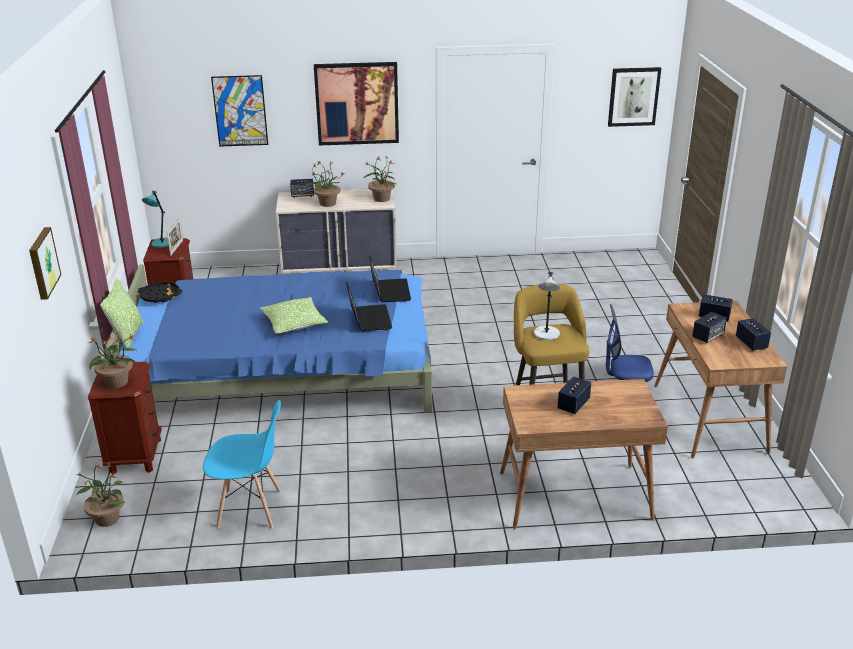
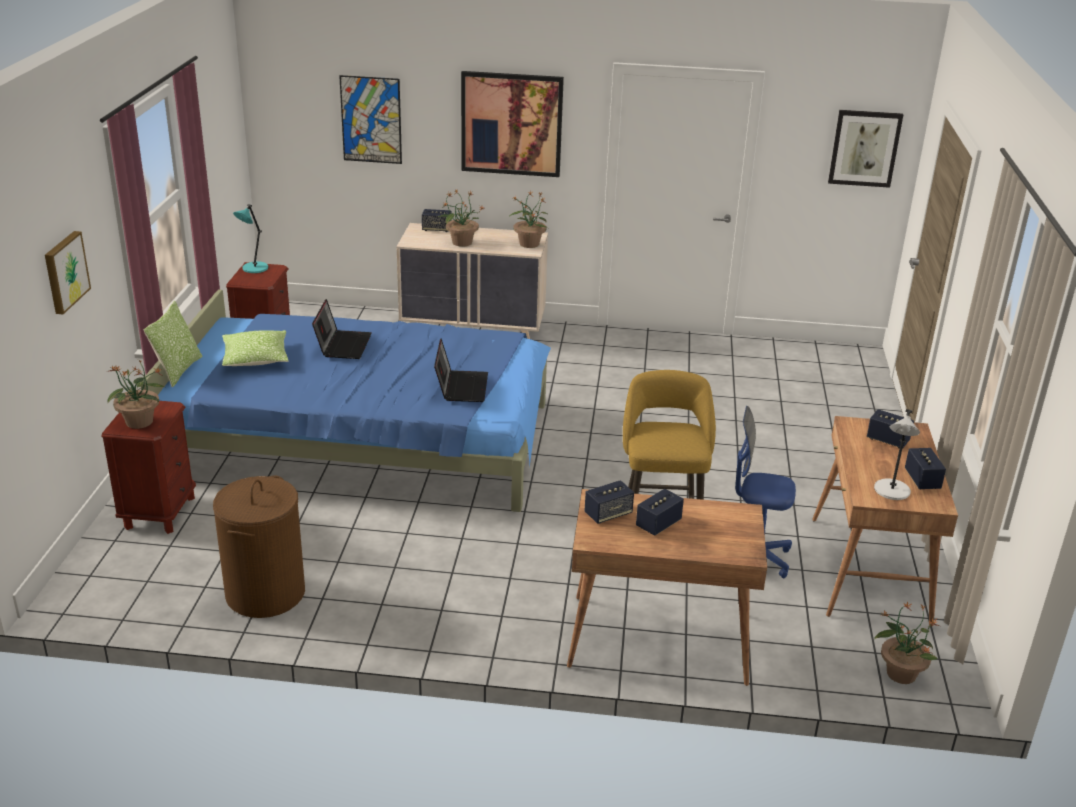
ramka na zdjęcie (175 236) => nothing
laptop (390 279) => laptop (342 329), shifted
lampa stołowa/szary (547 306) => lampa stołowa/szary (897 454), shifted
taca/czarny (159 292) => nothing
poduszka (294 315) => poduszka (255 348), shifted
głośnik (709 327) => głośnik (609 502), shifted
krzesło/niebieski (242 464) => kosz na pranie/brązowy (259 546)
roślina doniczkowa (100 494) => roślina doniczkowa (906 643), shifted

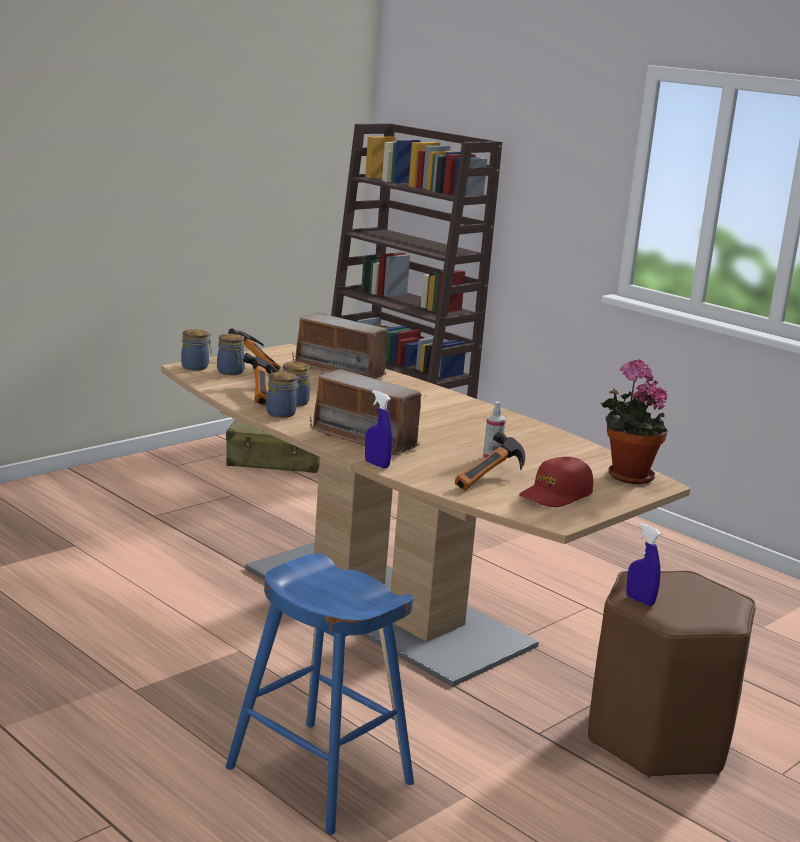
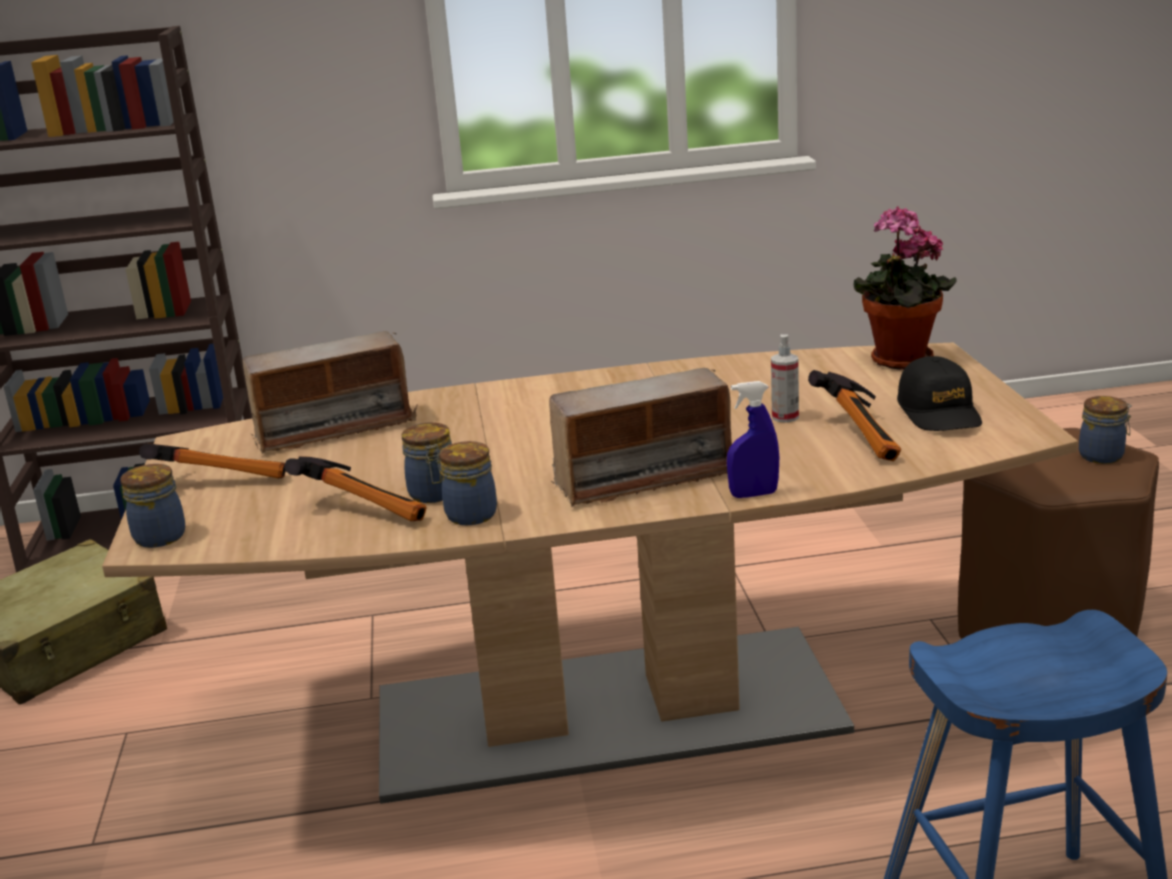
słoik (231 354) => słoik (1105 430), shifted
czapka z daszkiem/czerwony (556 482) => czapka z daszkiem/czarny (939 393)
spryskiwacz/niebieski (643 564) => nothing

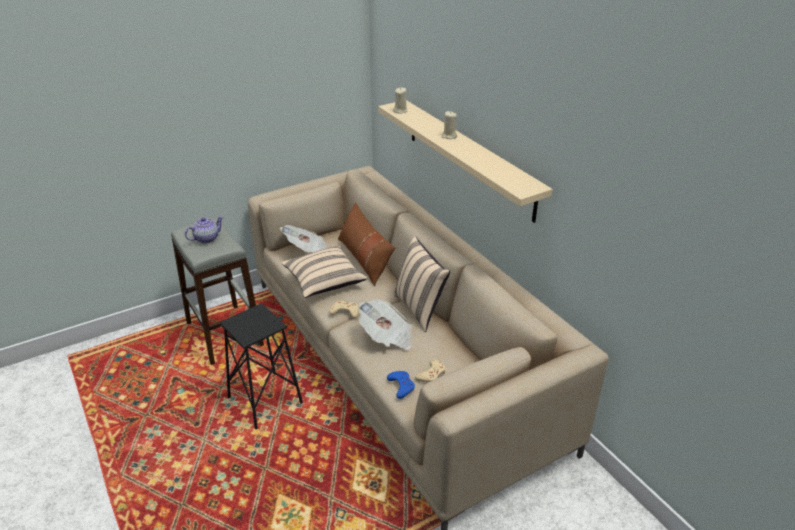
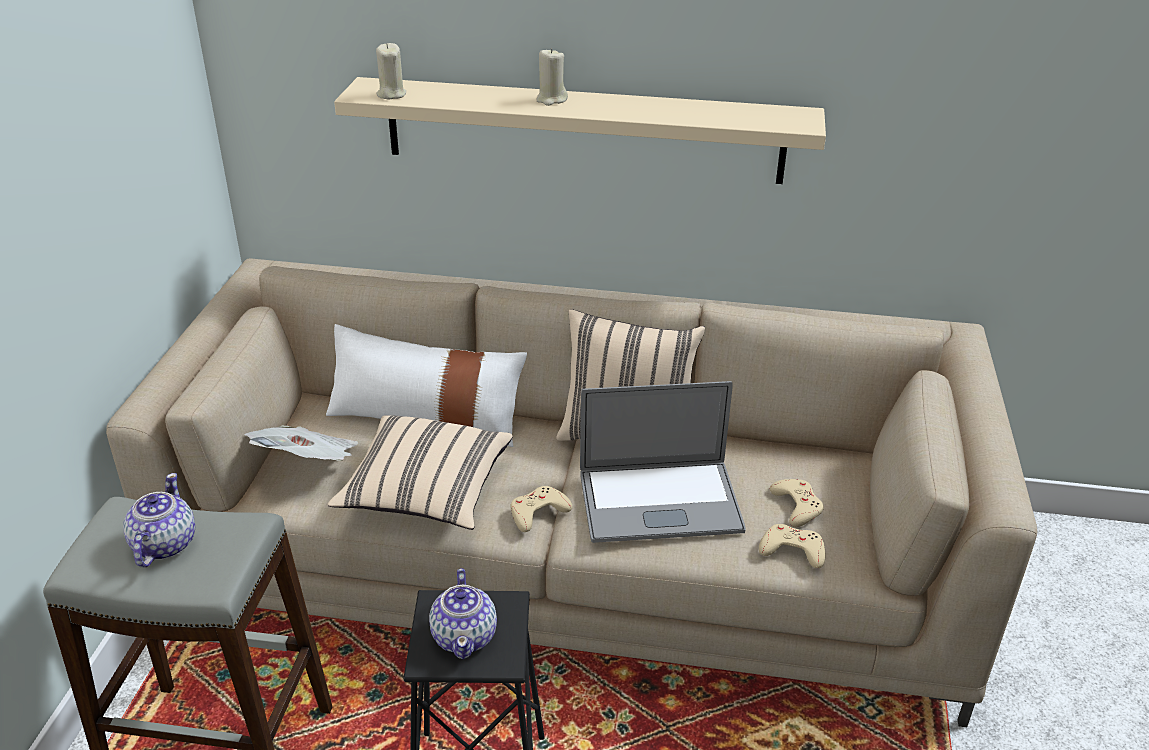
poduszka/brązowy (366 244) => poduszka/biały (426 385)
gazeta (385 324) => laptop (663 462)
pad do gier/niebieski (401 385) => pad do gier/beżowy (792 546)
nothing => imbryk (463 614)

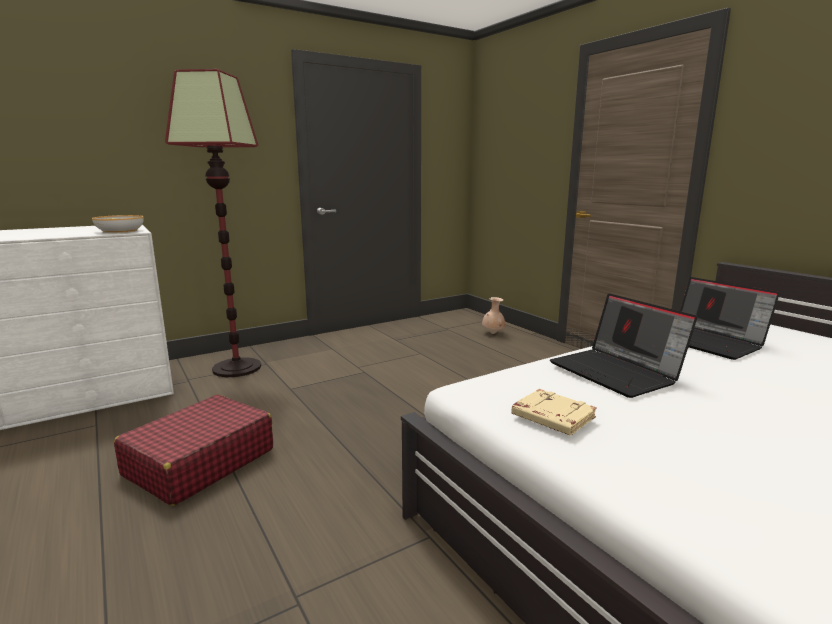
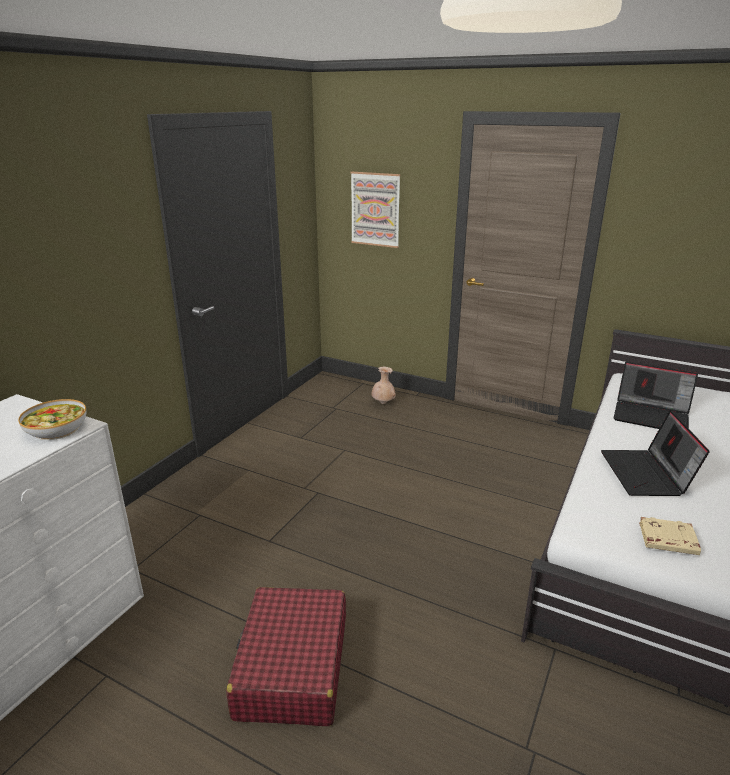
lampa stojąca (213 223) => nothing
laptop (623 345) => laptop (655 453), 60 degrees clockwise
nothing => obraz (375 210)

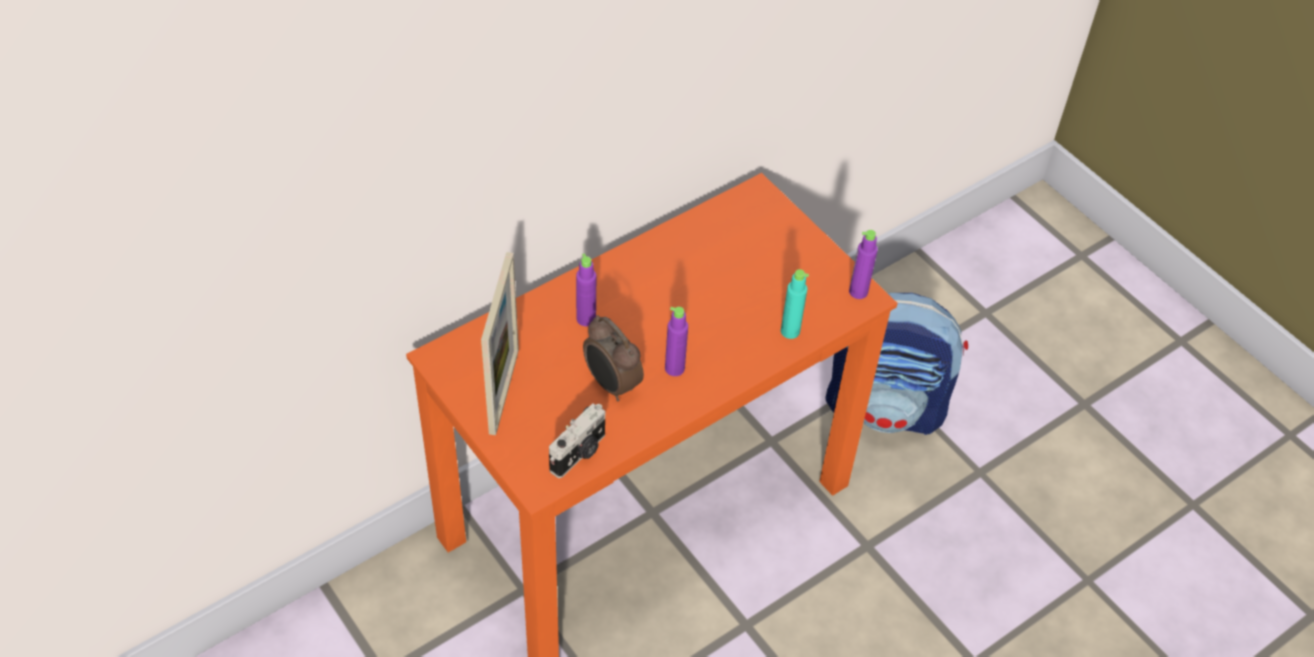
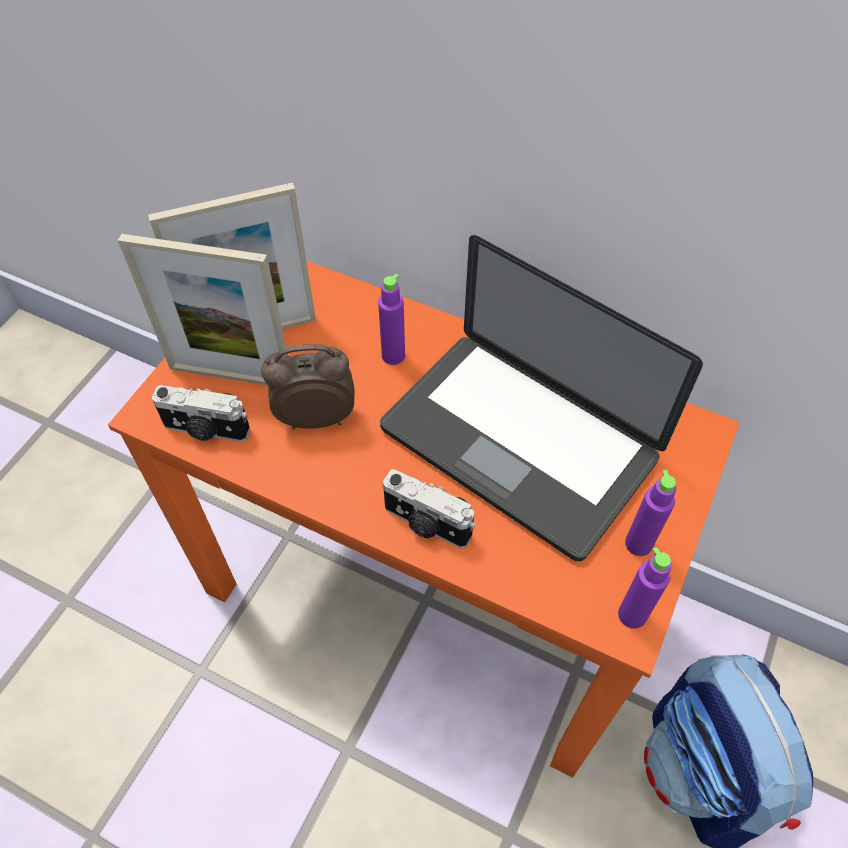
butelka/turkusowy (795 304) => nothing
butelka/fioletowy (676 341) => butelka/fioletowy (651 513), shifted
budzik (613 358) => budzik (308 387), 60 degrees clockwise
nothing => ramka na zdjęcie (203 310)
nothing => laptop (541 398)
nothing => aparat fotograficzny (429 508)

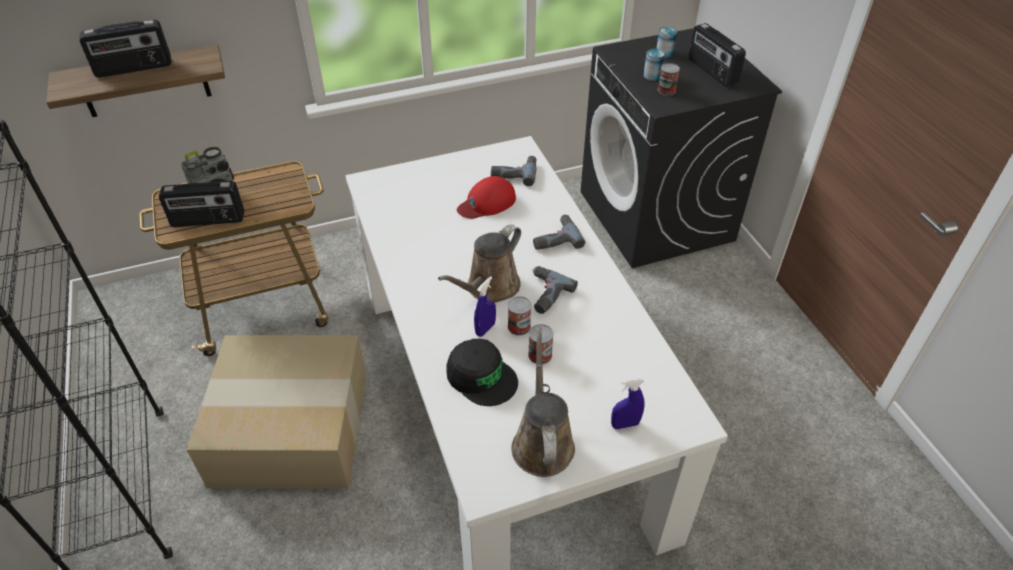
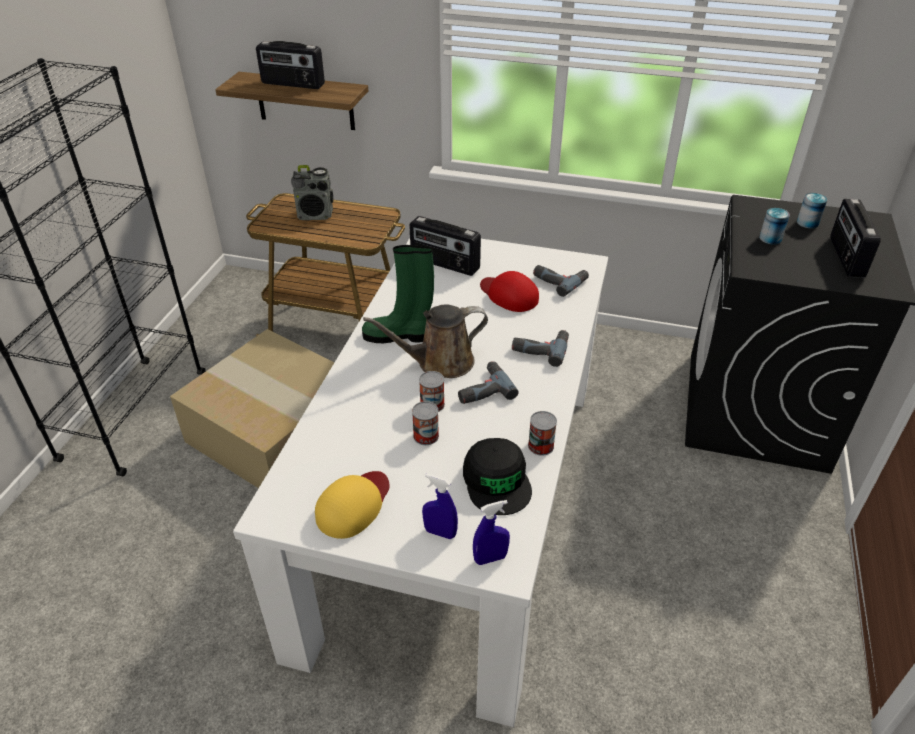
puszka (669 79) => puszka (542 433), shifted
czapka z daszkiem/czerwony (486 197) => czapka z daszkiem/czerwony (509 291), 45 degrees clockwise
radio (201 204) => radio (445 246), shifted
spryskiwacz/niebieski (485 306) => spryskiwacz/niebieski (491 532), shifted
konewka/brązowy (543 402) => czapka z daszkiem/żółty (352 505)
czapka z daszkiem/czarny (482 372) => czapka z daszkiem/czarny (497 476), shifted
nothing => but z cholewką/zielony (398 294)

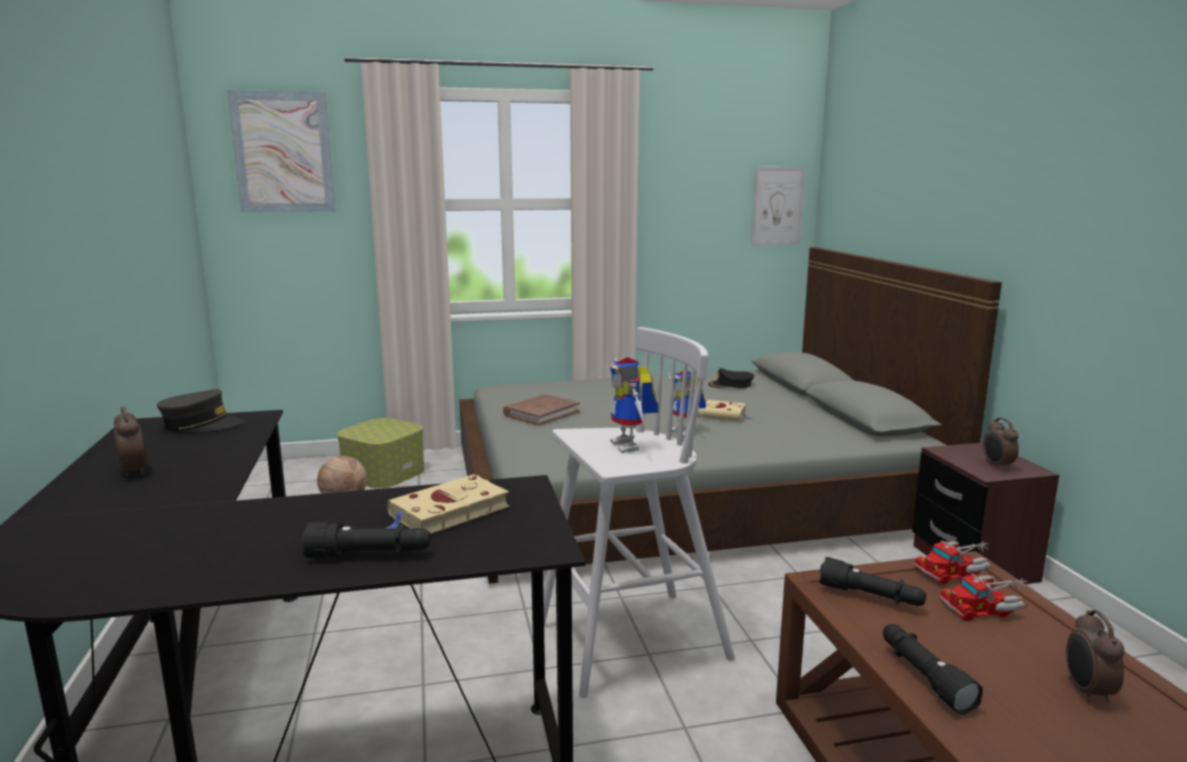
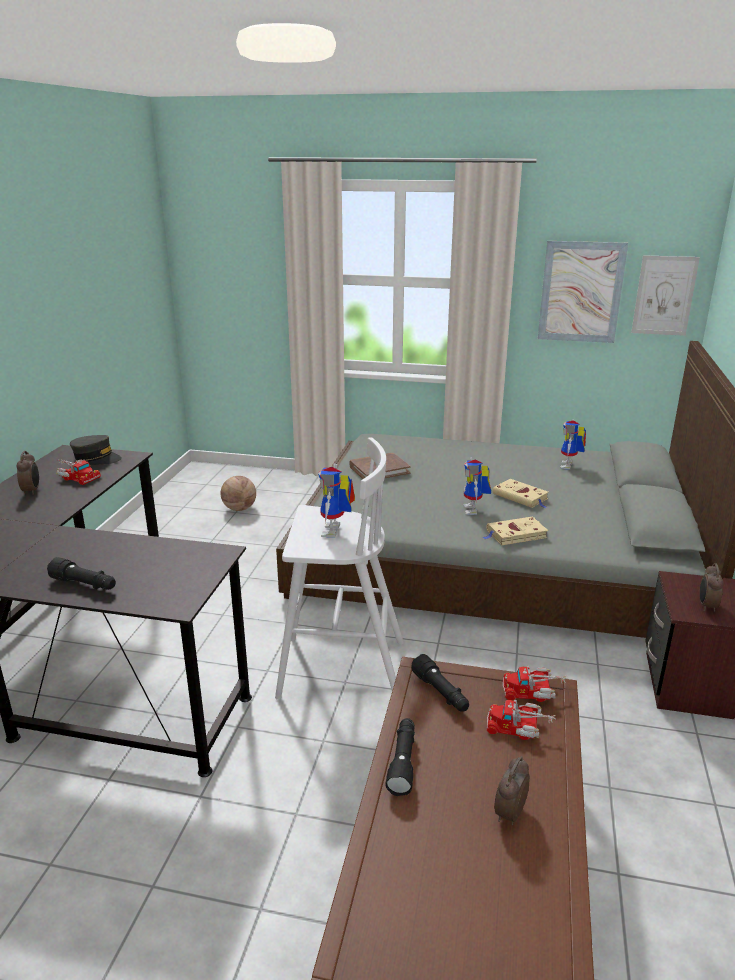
obraz (281 151) => obraz (583 292), shifted
czapka z daszkiem/czarny (731 378) => robot zabawkowy (573 444)
pojemnik do przechowywania (381 453) => nothing
książka/beżowy (447 504) => książka/beżowy (515 531), shifted
nothing => ciężarówka zabawkowa (78 472)

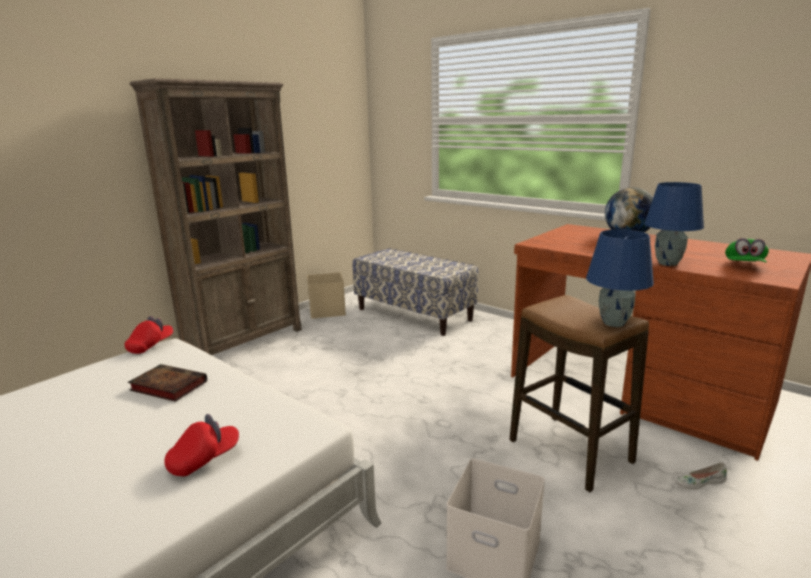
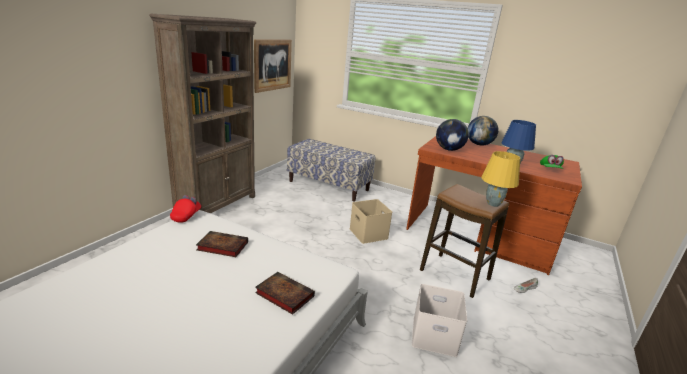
lampa stołowa/niebieski (620 278) => lampa stołowa/żółty (500 179)
pojemnik do przechowywania/beżowy (326 295) => pojemnik do przechowywania/beżowy (371 221), shifted
czapka z daszkiem/czerwony (201 445) => książka (285 293)
nothing => obraz (273 66)
nothing => globus (452 135)

